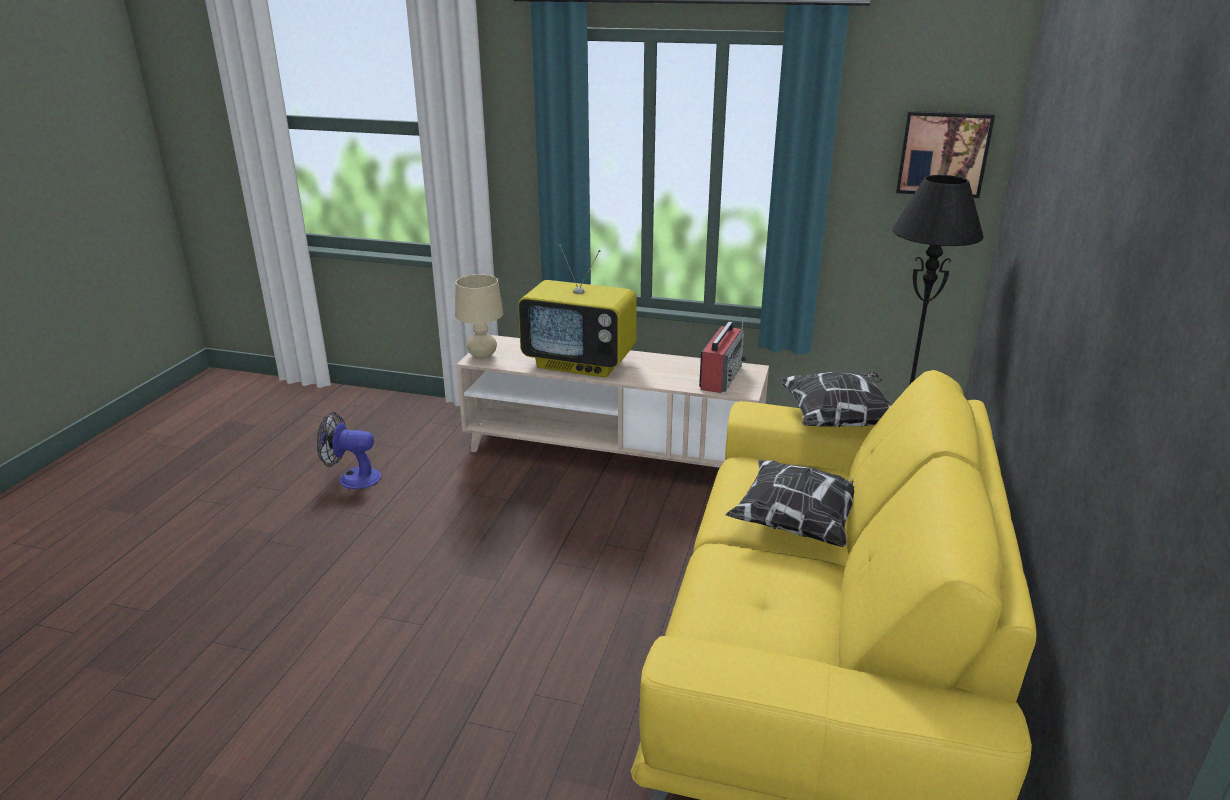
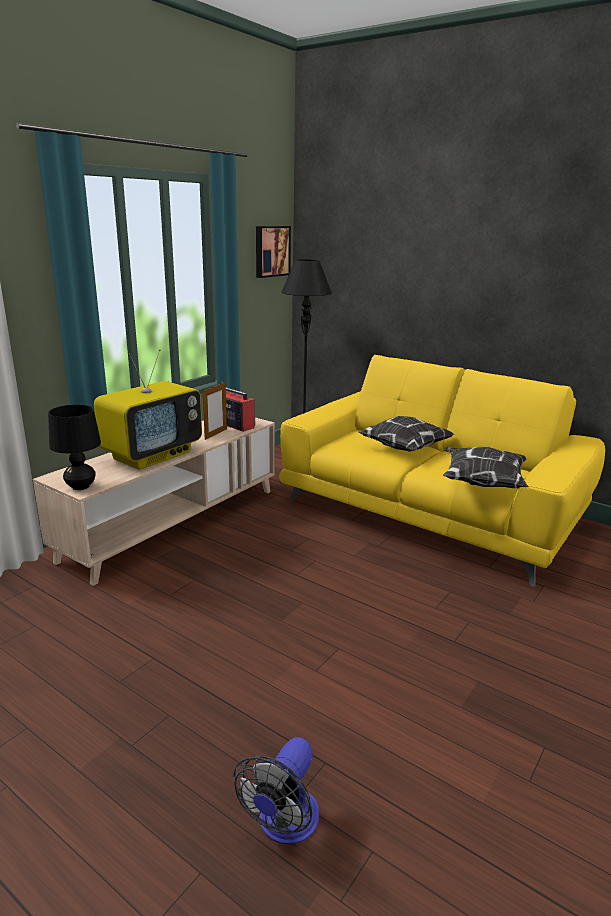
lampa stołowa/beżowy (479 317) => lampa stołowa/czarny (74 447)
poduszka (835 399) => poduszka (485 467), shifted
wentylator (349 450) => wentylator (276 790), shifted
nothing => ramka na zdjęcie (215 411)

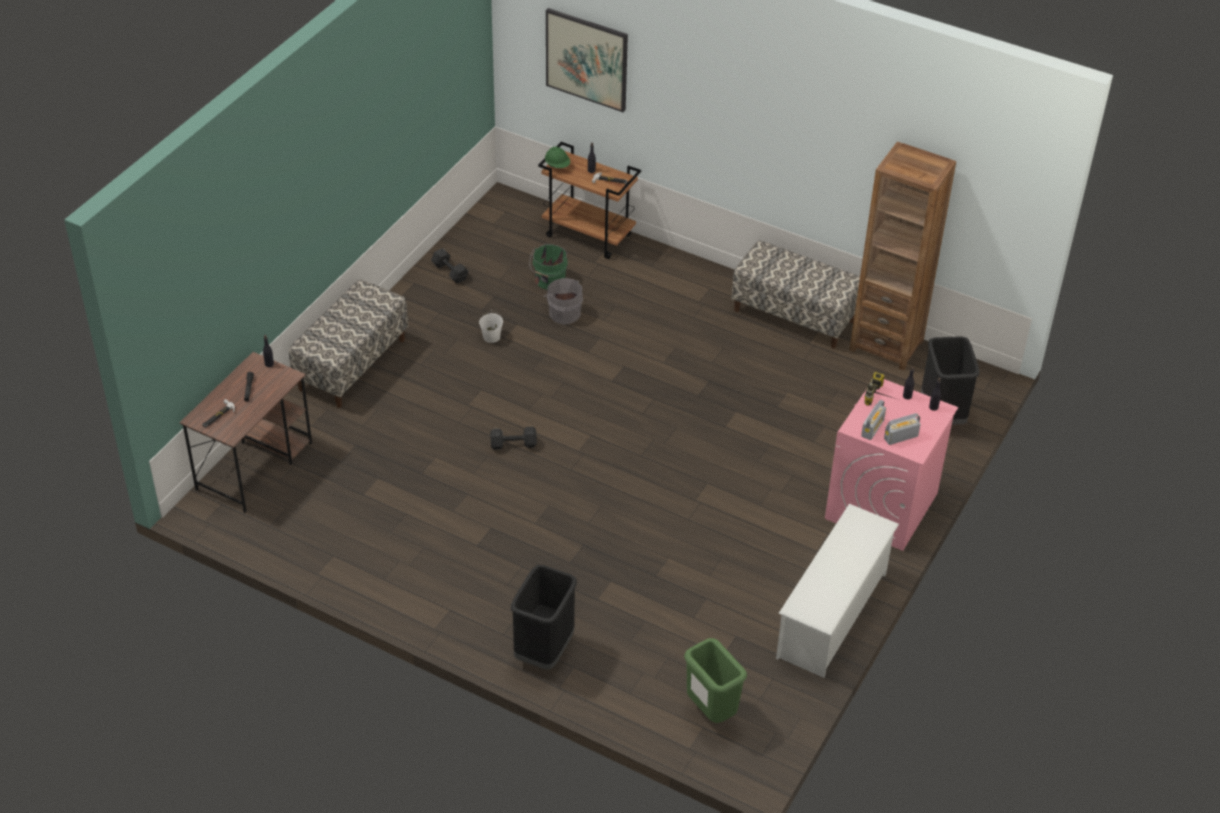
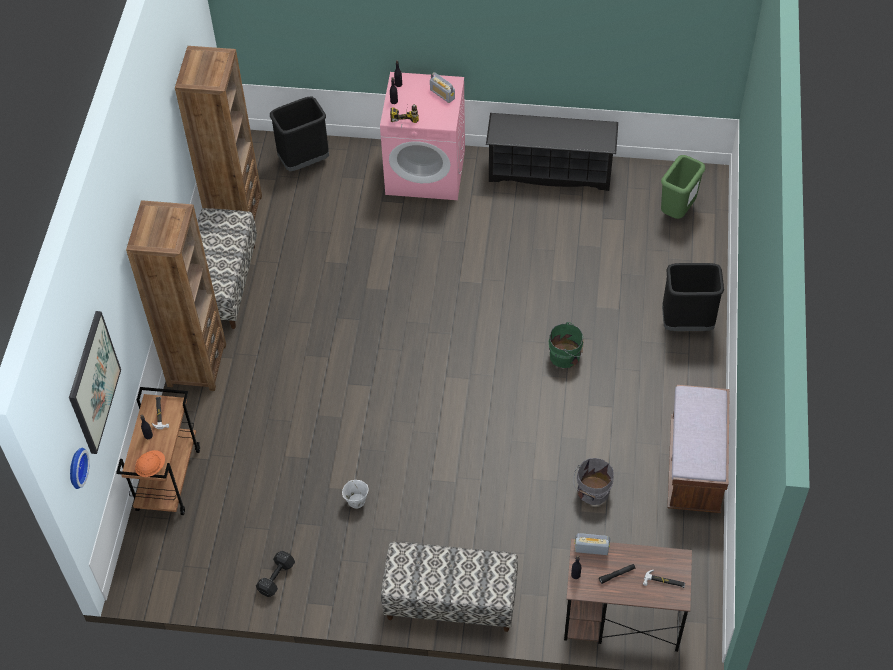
kask/zielony (557 157) => kask/pomarańczowy (150 463)
wiadro/zielony (548 266) => wiadro/zielony (566 345), shifted
wiadro/szary (563 301) => wiadro/szary (593 481), shifted
radio (873 420) => radio (592 544), shifted
hantel/czarny (513 438) => nothing
regał na buty/biały (837 591) => regał na buty/czarny (552 152)
nothing => regał/brązowy (176 295)
nothing => ławka/brązowy (699 449)
nothing => zegar ścienny (80 468)

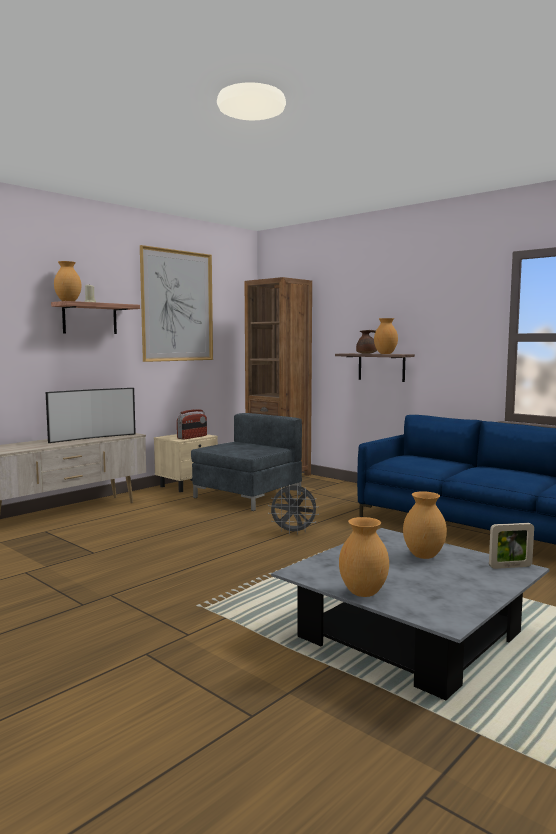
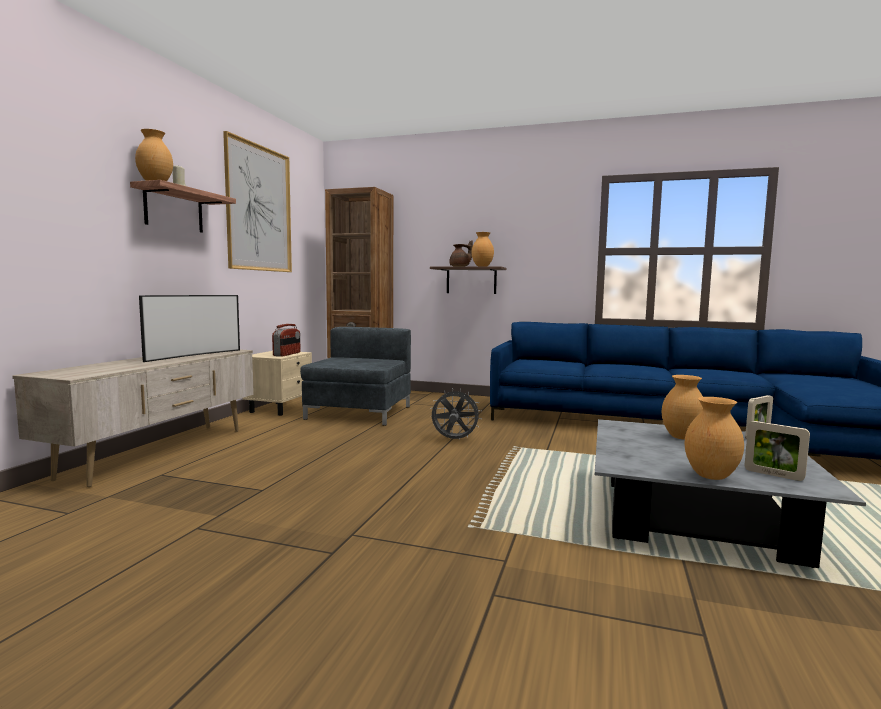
wentylator/szary (293 510) => wentylator/szary (456 413), 150 degrees counterclockwise
nothing => ramka na zdjęcie (777 451)

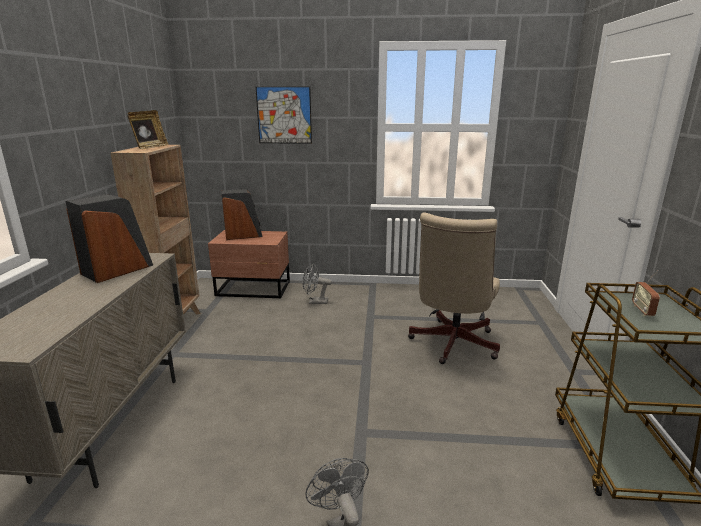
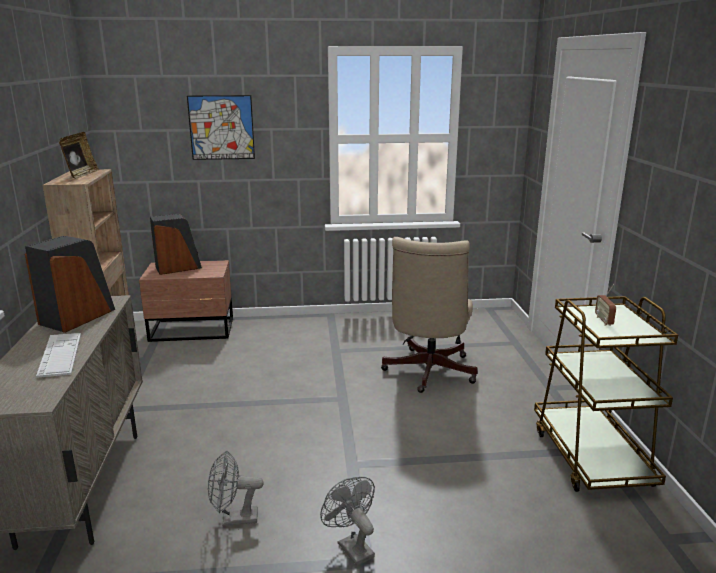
wentylator/szary (317 283) => wentylator/szary (236 488), shifted
nothing => klawiatura (58 355)

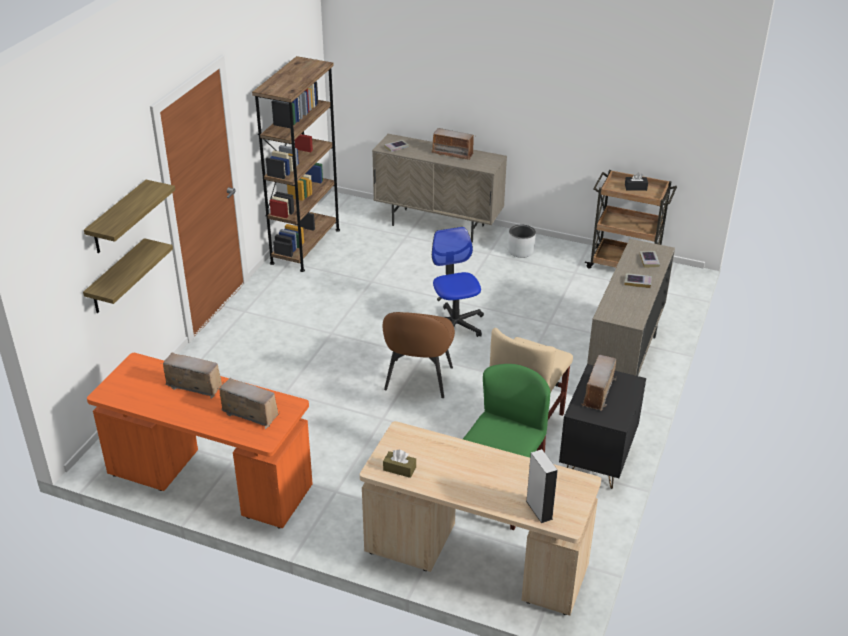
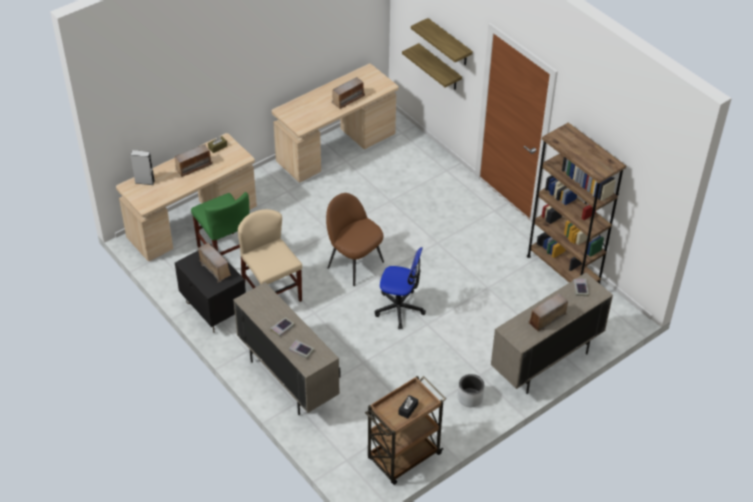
biurko/pomarańczowy (200 441) => biurko/beżowy (335 123)
radio (248 404) => radio (194 161), shifted

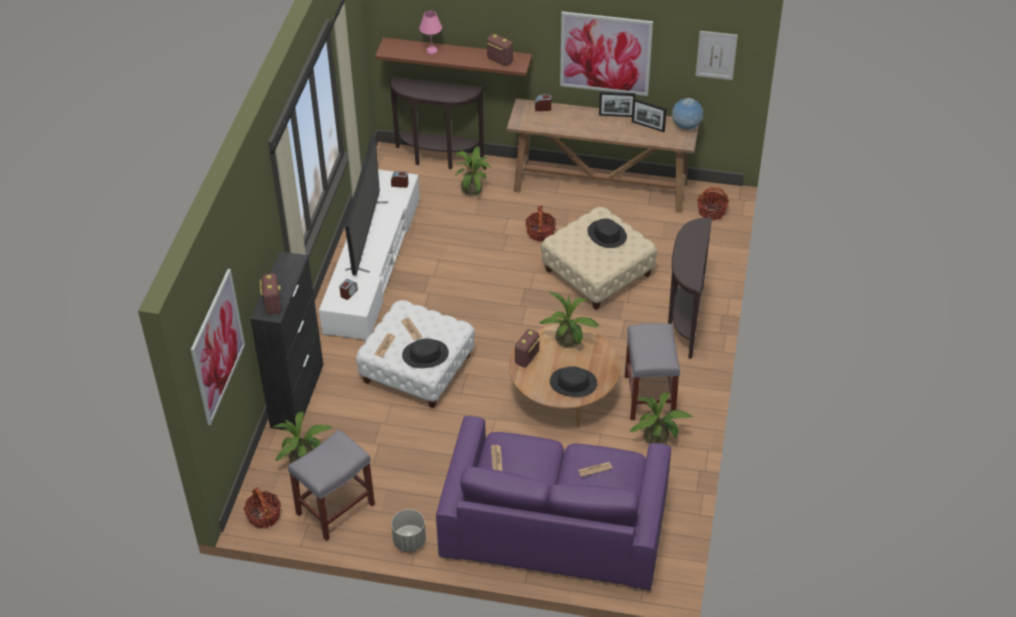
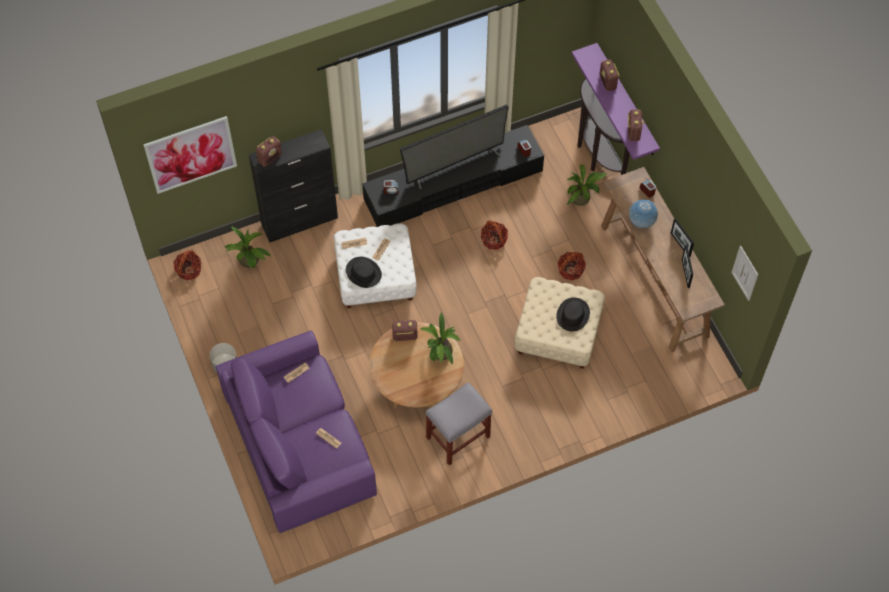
lampa stołowa/różowy (430 32) => radio (610 75)
obraz (606 54) => nothing
półka/brązowy (453 56) => półka/fioletowy (616 101)
globus (688 114) => globus (643 214), shifted
szafka pod telewizor/biały (369 255) => szafka pod telewizor/czarny (453 176)
koszyk (713 204) => koszyk (494 235), shifted
stolik konsolowy/brązowy (690 288) => nothing
kapelusz/czarny (573 381) => nothing
roślina doniczkowa (662 418) => nothing
stołek/szary (331 485) => nothing

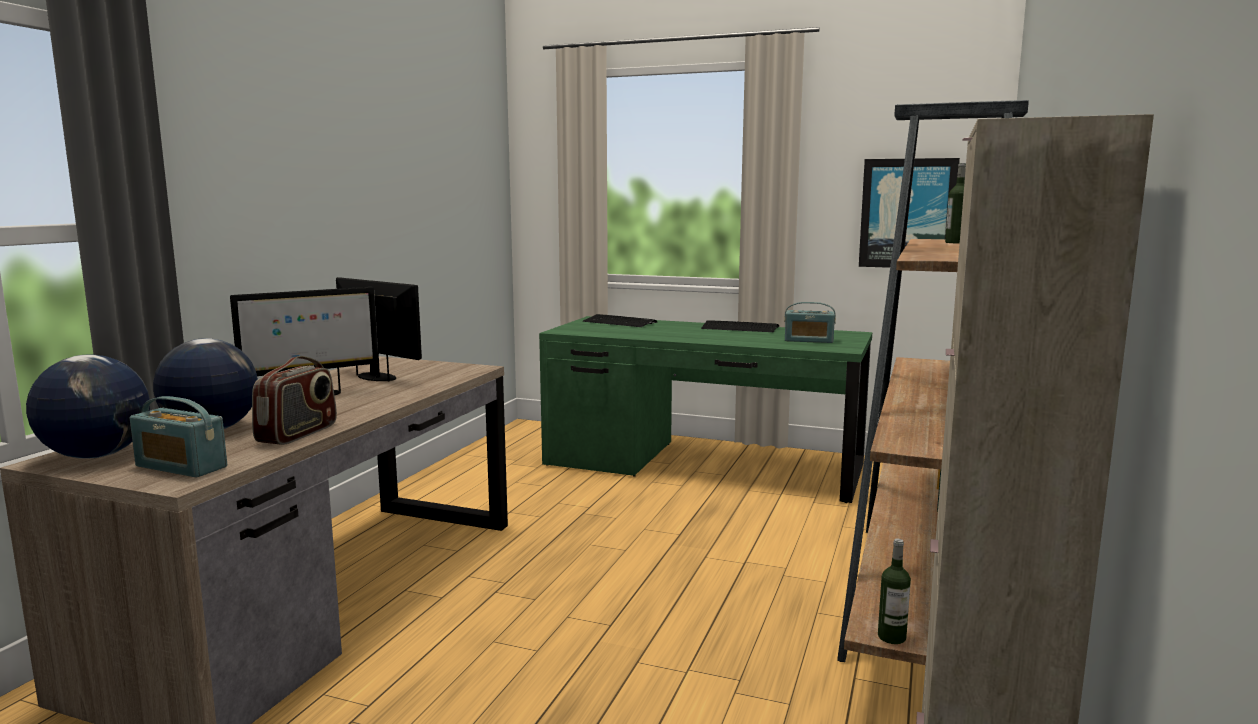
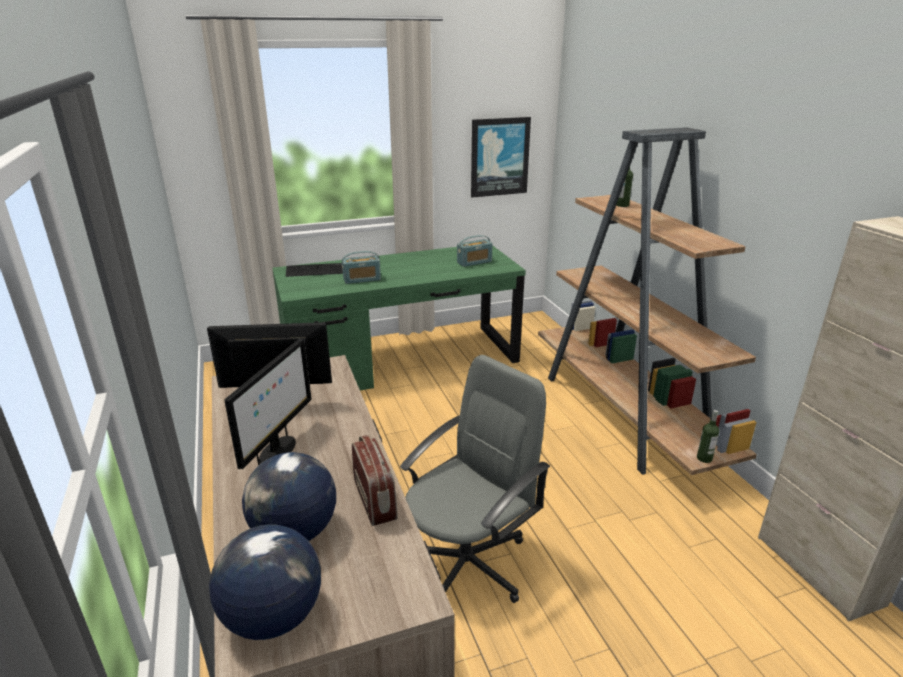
klawiatura (740 326) => nothing
radio (178 437) => radio (361 267), shifted
nothing => krzesło biurowe/szary (475 479)

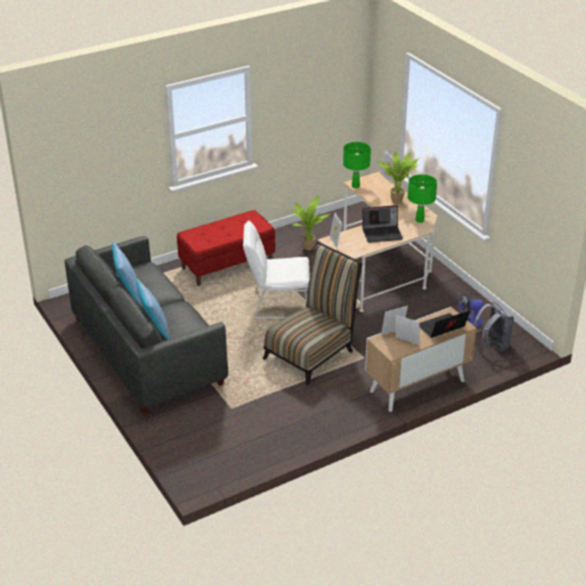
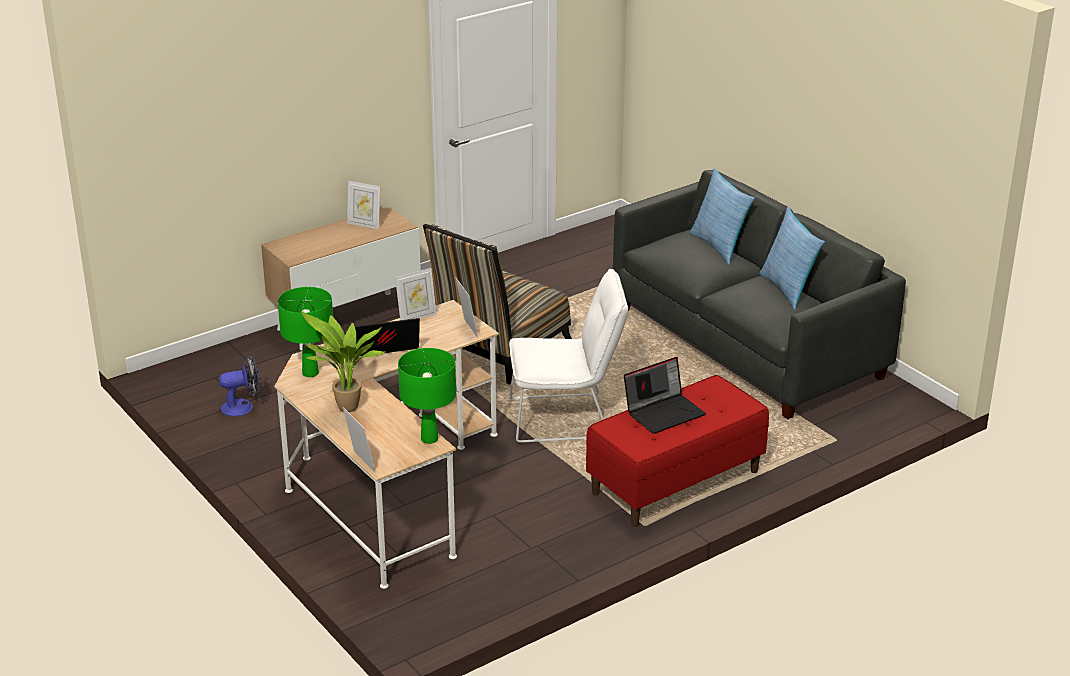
roślina doniczkowa (310 222) => nothing
plecak/szary (493 326) => nothing
ramka na zdjęcie (394 320) => ramka na zdjęcie (416 294), shifted
laptop (444 324) => laptop (665 395), shifted

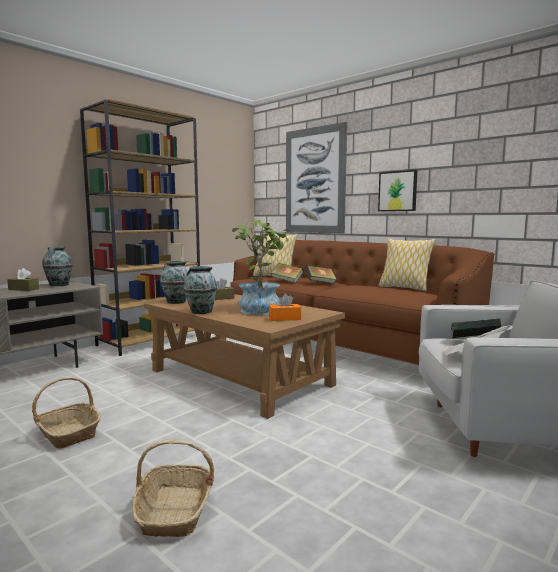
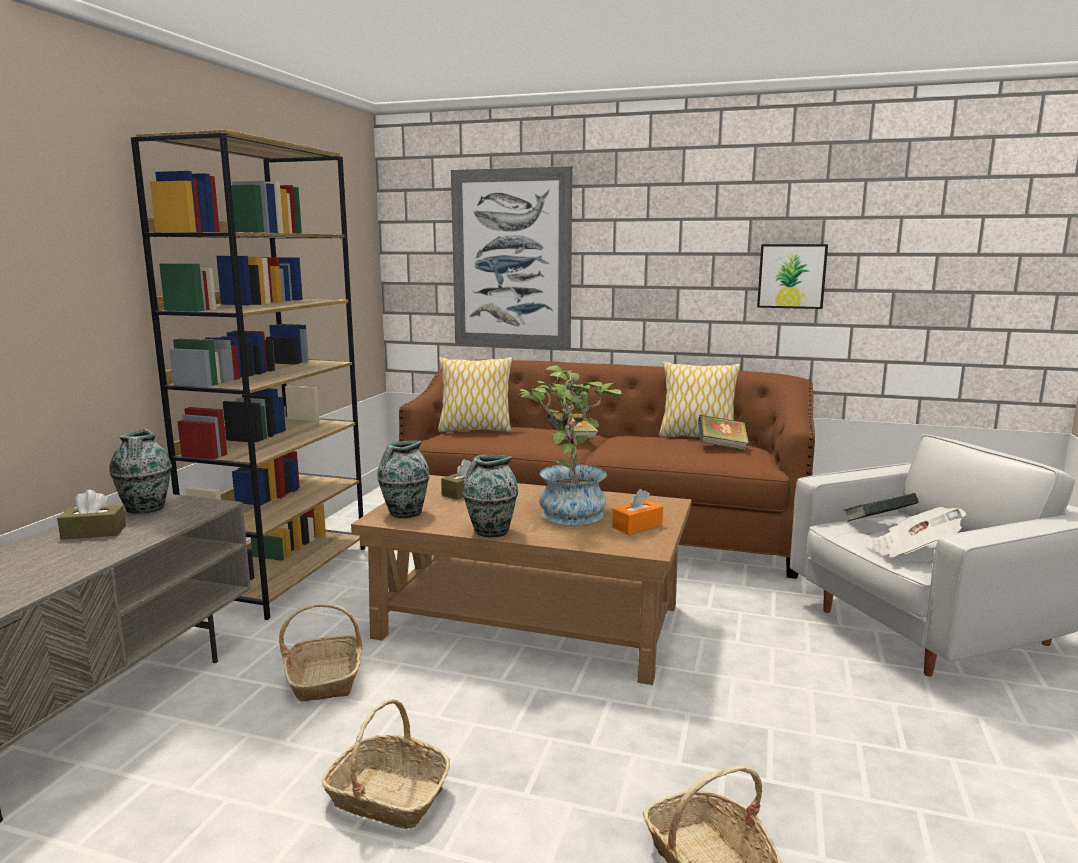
obraz (397 190) => obraz (792 276), shifted
książka (287 273) => książka (723 432), shifted
nothing => koszyk (320 653)

